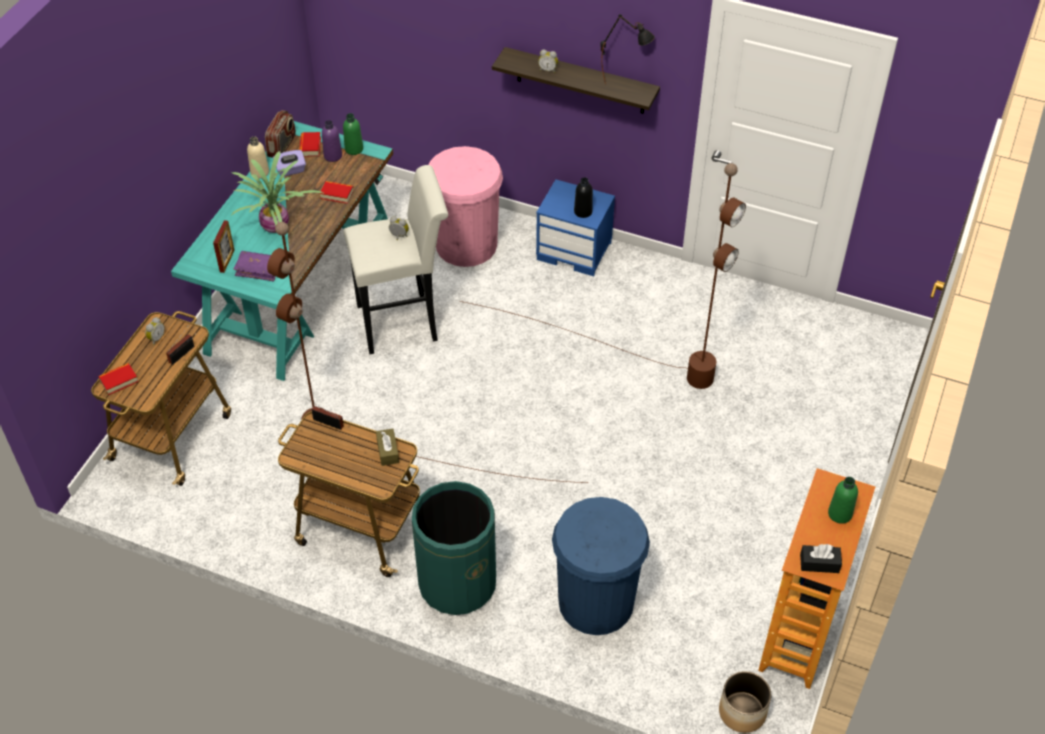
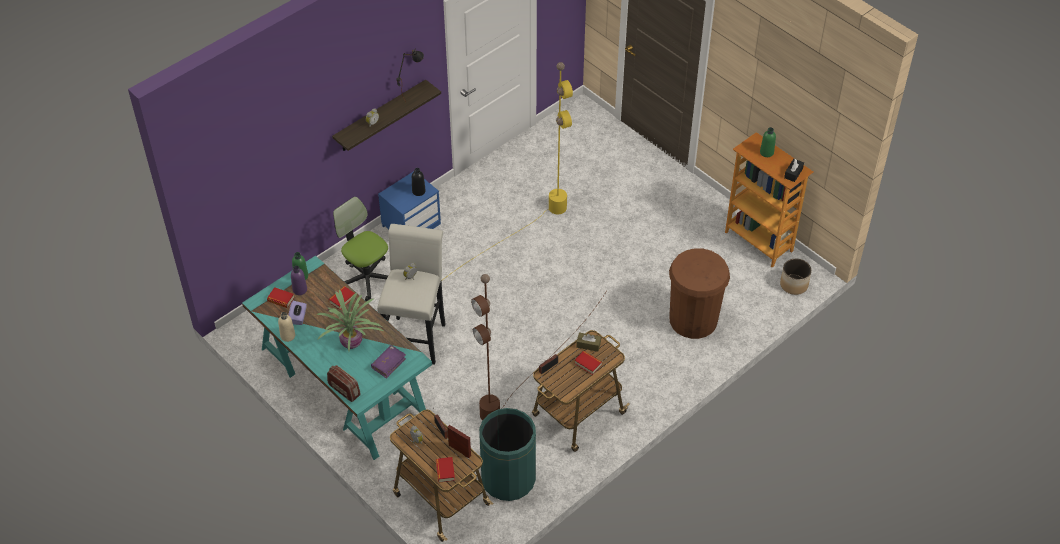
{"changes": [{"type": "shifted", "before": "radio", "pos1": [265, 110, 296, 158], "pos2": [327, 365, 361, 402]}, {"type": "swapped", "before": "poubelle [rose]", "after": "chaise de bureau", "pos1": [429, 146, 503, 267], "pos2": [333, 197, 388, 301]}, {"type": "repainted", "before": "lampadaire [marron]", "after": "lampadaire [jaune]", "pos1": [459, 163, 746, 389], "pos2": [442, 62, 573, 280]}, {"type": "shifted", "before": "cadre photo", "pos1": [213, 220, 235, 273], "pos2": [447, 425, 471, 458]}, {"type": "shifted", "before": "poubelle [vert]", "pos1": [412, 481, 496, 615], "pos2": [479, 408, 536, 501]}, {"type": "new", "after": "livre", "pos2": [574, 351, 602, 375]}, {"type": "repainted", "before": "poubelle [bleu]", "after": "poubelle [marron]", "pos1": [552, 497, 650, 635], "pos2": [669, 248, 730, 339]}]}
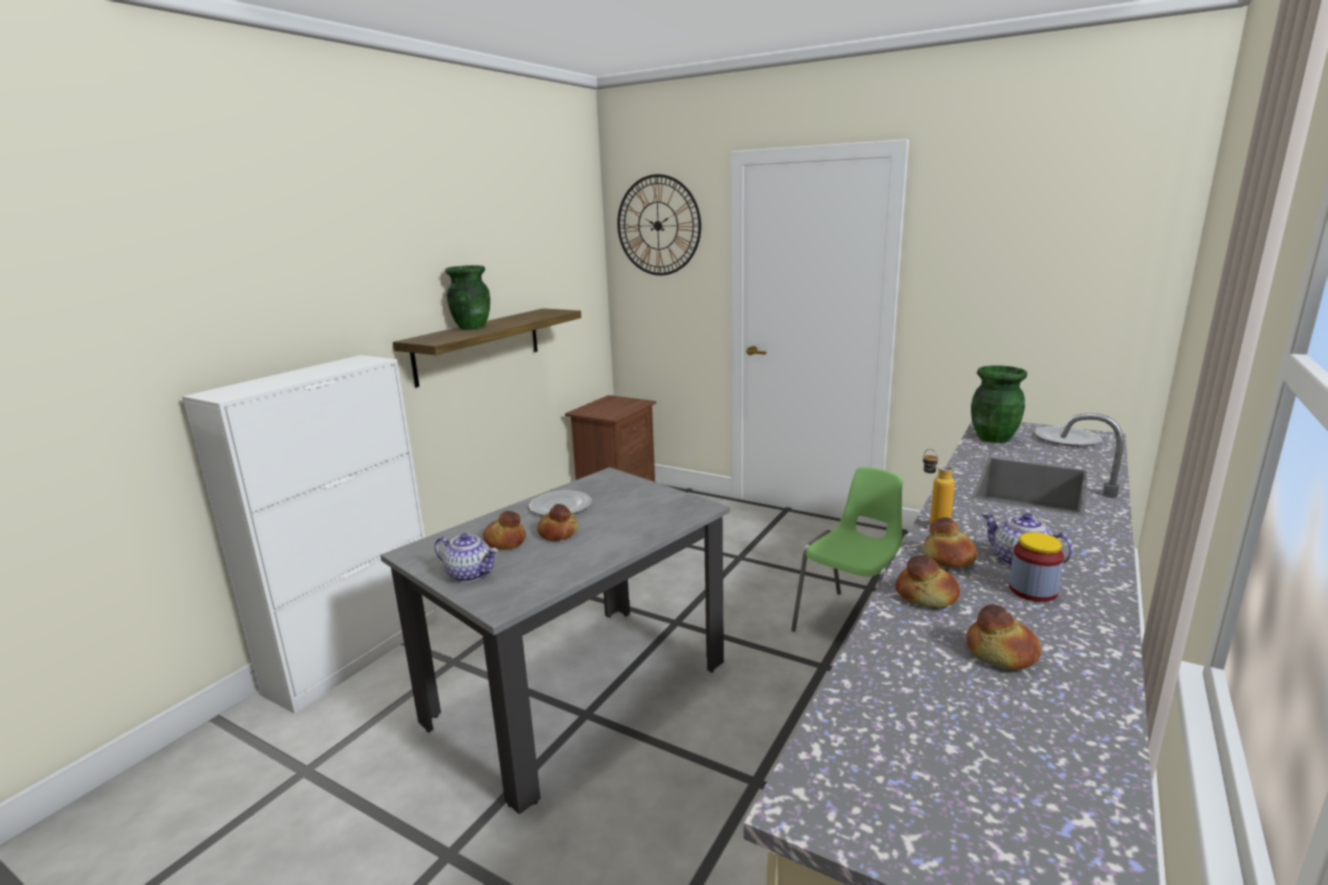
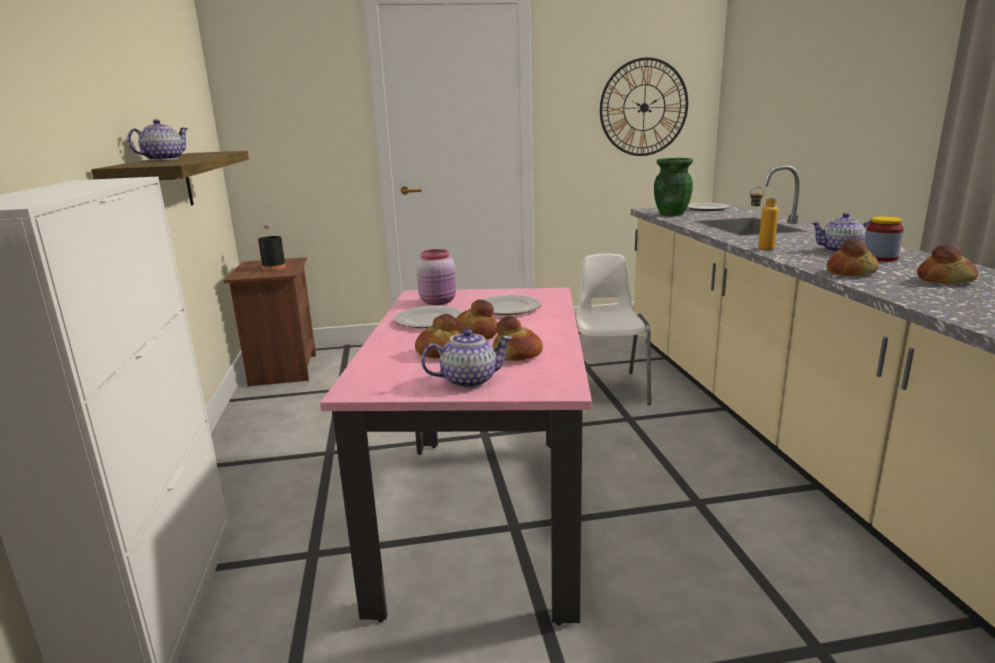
{"changes": [{"type": "swapped", "before": "vase [vert]", "after": "théière", "pos1": [445, 265, 490, 330], "pos2": [127, 119, 188, 161]}, {"type": "new", "after": "bouteille [noir]", "pos2": [258, 224, 286, 271]}, {"type": "repainted", "before": "table à manger [gris]", "after": "table à manger [rose]", "pos1": [380, 467, 730, 814], "pos2": [320, 288, 592, 625]}, {"type": "new", "after": "bocal [rose]", "pos2": [416, 249, 456, 305]}, {"type": "new", "after": "assiette", "pos2": [481, 295, 542, 315]}, {"type": "shifted", "before": "pain", "pos1": [922, 517, 977, 567], "pos2": [493, 316, 543, 361]}, {"type": "repainted", "before": "chaise [vert]", "after": "chaise [blanc]", "pos1": [791, 467, 903, 632], "pos2": [575, 254, 651, 405]}, {"type": "shifted", "before": "horloge murale", "pos1": [617, 174, 701, 276], "pos2": [600, 57, 688, 156]}]}
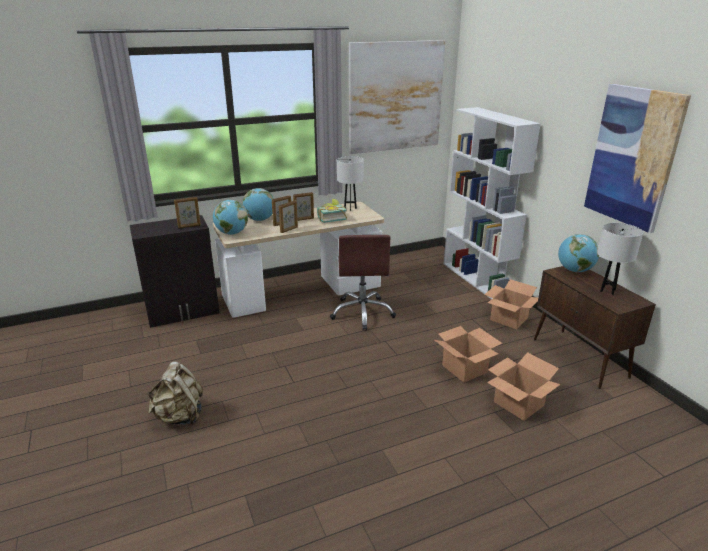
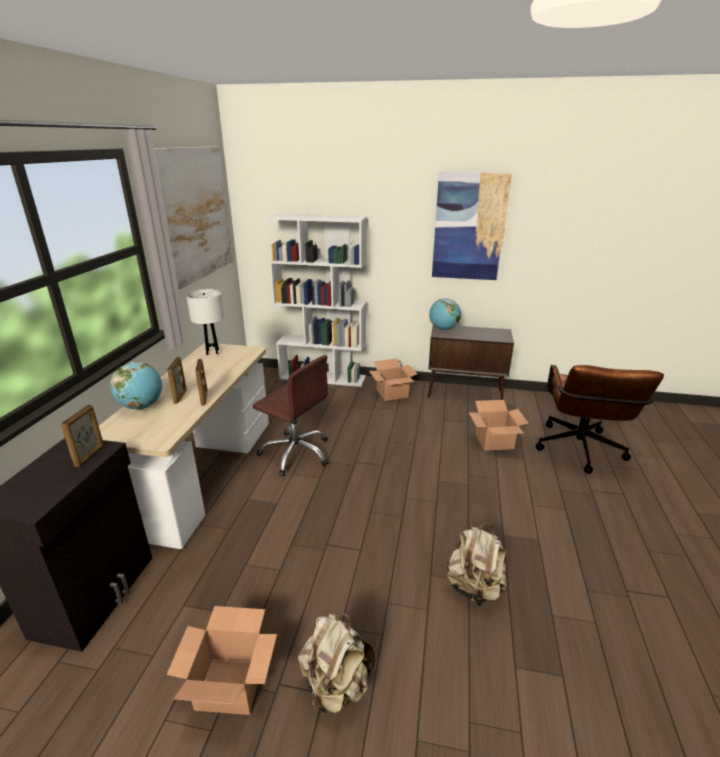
{"changes": [{"type": "shifted", "before": "carton", "pos1": [435, 326, 502, 382], "pos2": [166, 606, 277, 715]}, {"type": "new", "after": "sac à dos [beige]", "pos2": [447, 523, 507, 606]}, {"type": "new", "after": "chaise de bureau [marron]", "pos2": [536, 365, 664, 474]}, {"type": "gone", "before": "globe", "pos1": [213, 200, 248, 235]}, {"type": "gone", "before": "cadre photo", "pos1": [293, 192, 314, 221]}, {"type": "gone", "before": "livre", "pos1": [317, 199, 347, 223]}, {"type": "gone", "before": "lampe de table [blanc]", "pos1": [597, 223, 643, 295]}]}
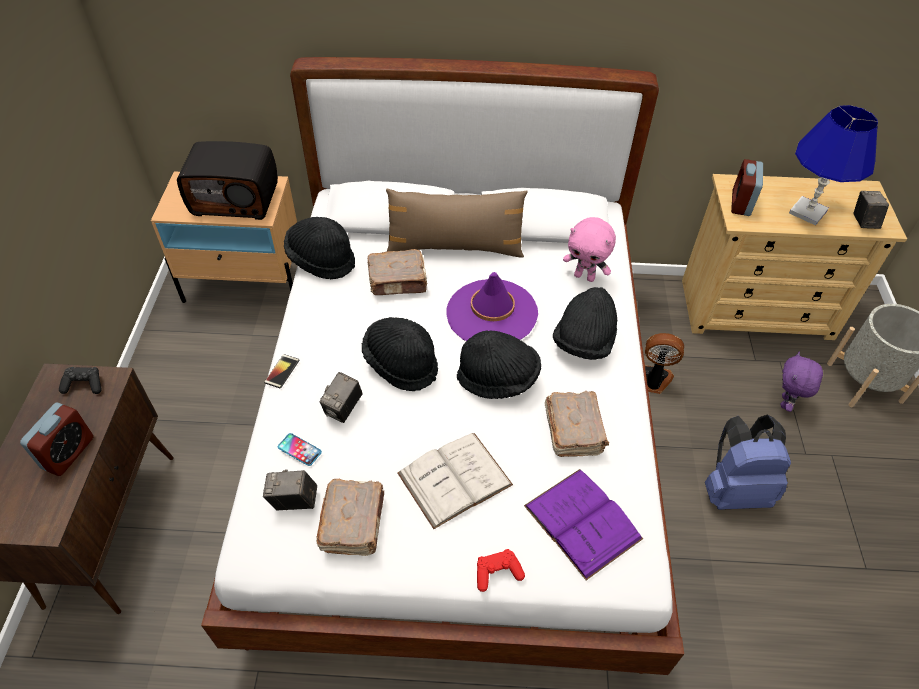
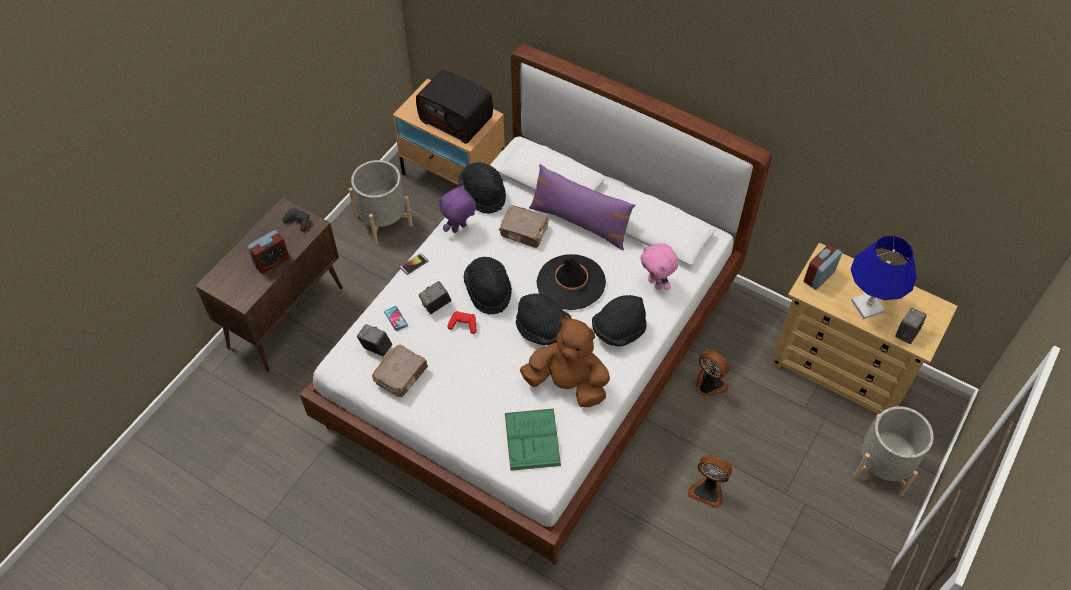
{"changes": [{"type": "new", "after": "cache-pot [gris]", "pos2": [349, 160, 413, 244]}, {"type": "shifted", "before": "peluche [violet]", "pos1": [780, 351, 823, 412], "pos2": [439, 185, 476, 233]}, {"type": "shifted", "before": "manette [rouge]", "pos1": [477, 549, 525, 592], "pos2": [447, 311, 476, 334]}, {"type": "repainted", "before": "livre [violet]", "after": "livre [vert]", "pos1": [524, 469, 643, 580], "pos2": [505, 409, 561, 471]}, {"type": "swapped", "before": "livre [marron]", "after": "peluche [marron]", "pos1": [544, 391, 609, 457], "pos2": [520, 316, 610, 407]}, {"type": "repainted", "before": "coussin [marron]", "after": "coussin [violet]", "pos1": [386, 189, 528, 258], "pos2": [529, 164, 635, 250]}, {"type": "repainted", "before": "chapeau [violet]", "after": "chapeau [noir]", "pos1": [446, 272, 538, 341], "pos2": [536, 254, 606, 310]}, {"type": "swapped", "before": "sac à dos [bleu]", "after": "ventilateur", "pos1": [705, 414, 791, 510], "pos2": [688, 455, 732, 509]}, {"type": "gone", "before": "livre [blanc]", "pos1": [397, 433, 513, 529]}]}
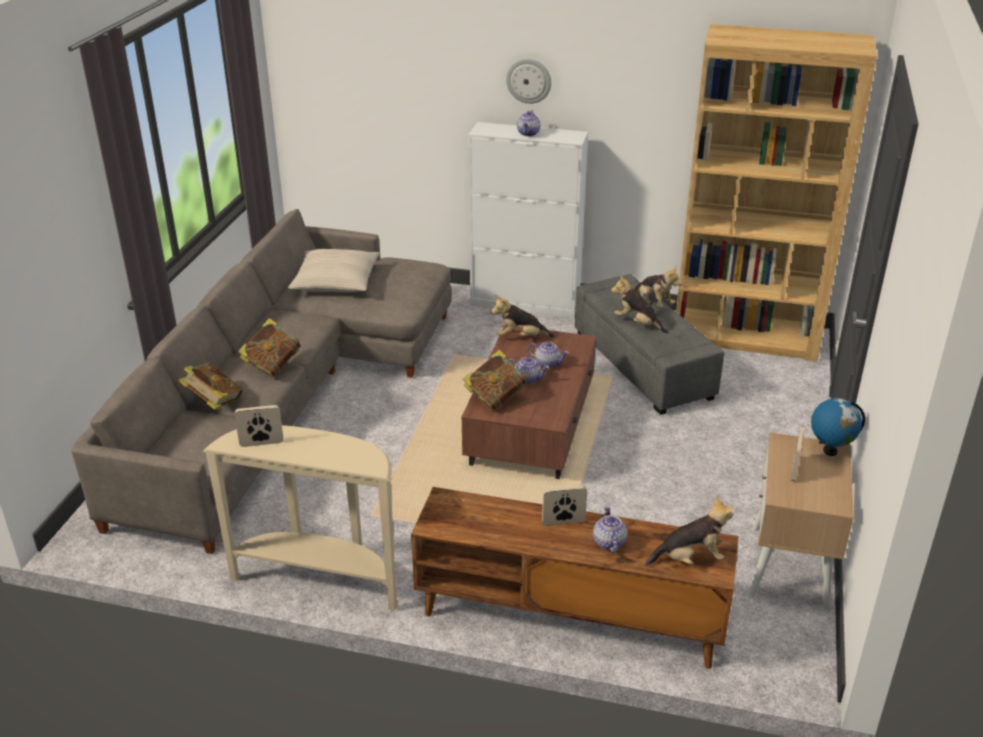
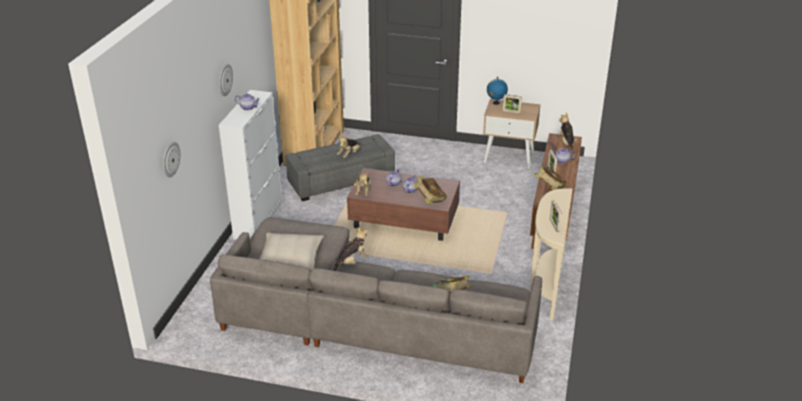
{"changes": [{"type": "new", "after": "horloge murale", "pos2": [163, 142, 180, 178]}, {"type": "shifted", "before": "peluche", "pos1": [633, 267, 682, 307], "pos2": [333, 227, 369, 271]}, {"type": "shifted", "before": "livre", "pos1": [238, 318, 301, 378], "pos2": [534, 166, 567, 190]}]}
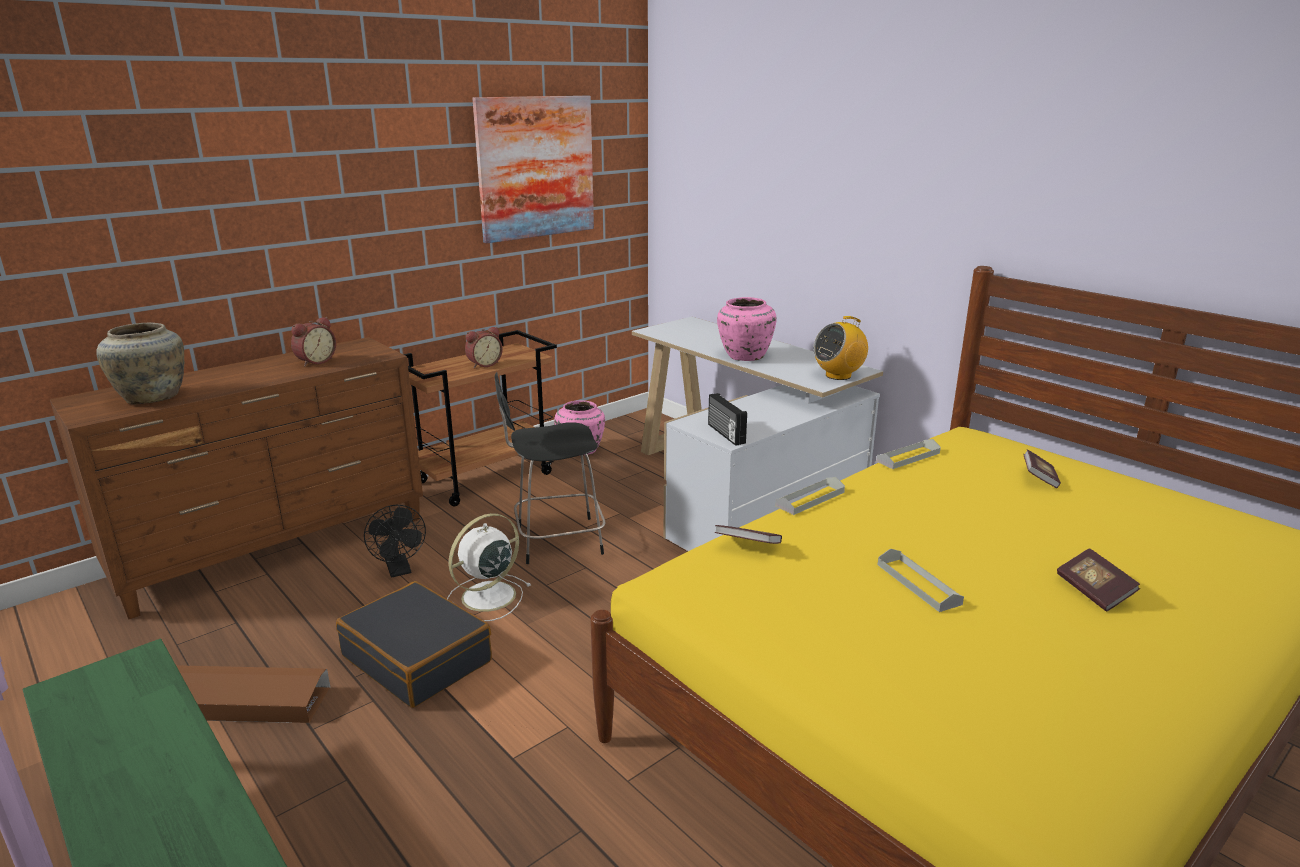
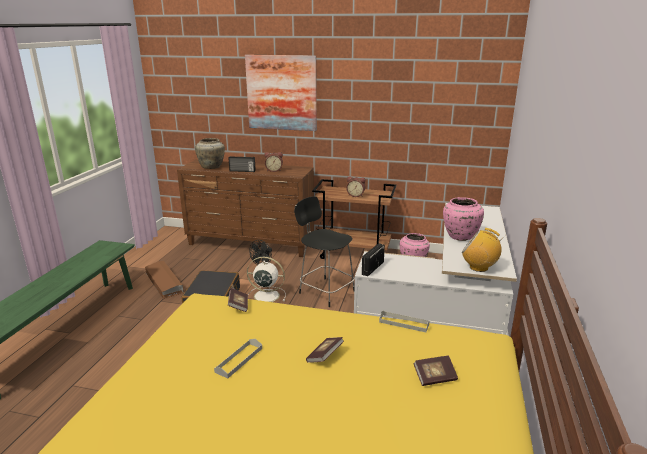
{"changes": [{"type": "new", "after": "radio", "pos2": [229, 156, 256, 172]}, {"type": "shifted", "before": "tableau", "pos1": [472, 96, 594, 243], "pos2": [245, 55, 317, 131]}, {"type": "shifted", "before": "livre", "pos1": [1057, 548, 1140, 611], "pos2": [306, 337, 344, 363]}, {"type": "gone", "before": "plateau [gris]", "pos1": [775, 477, 845, 515]}]}
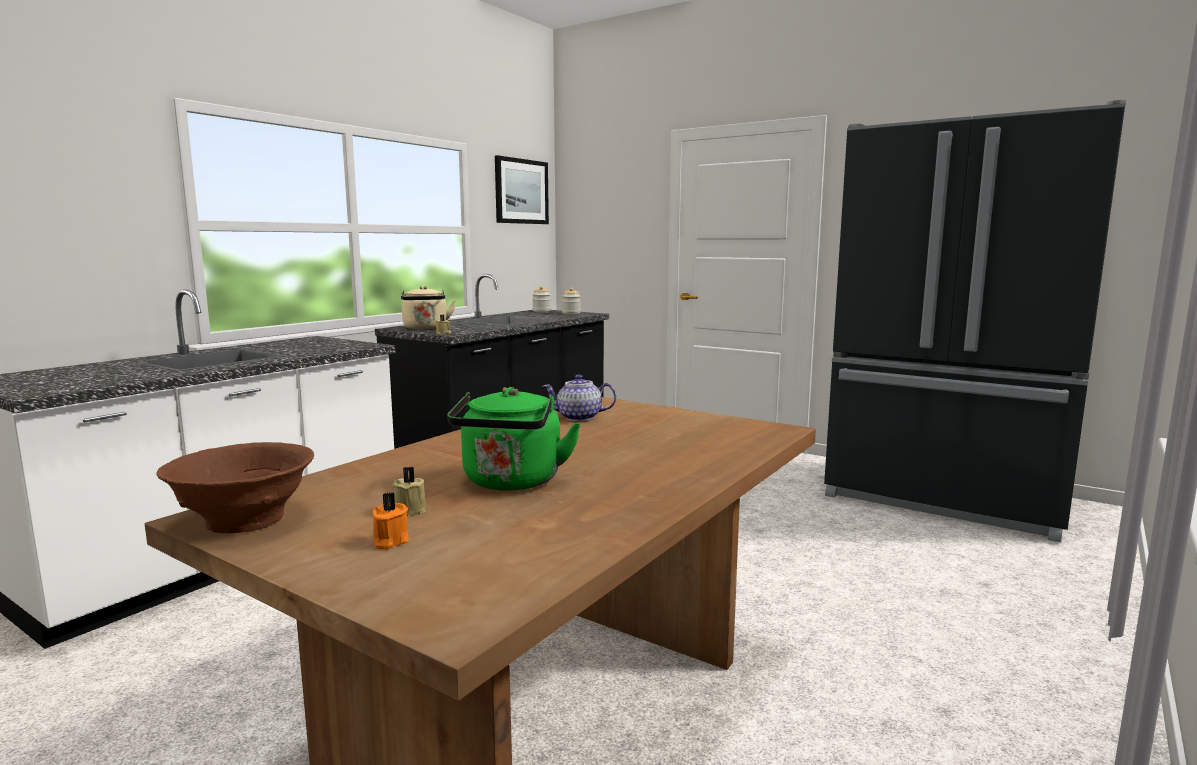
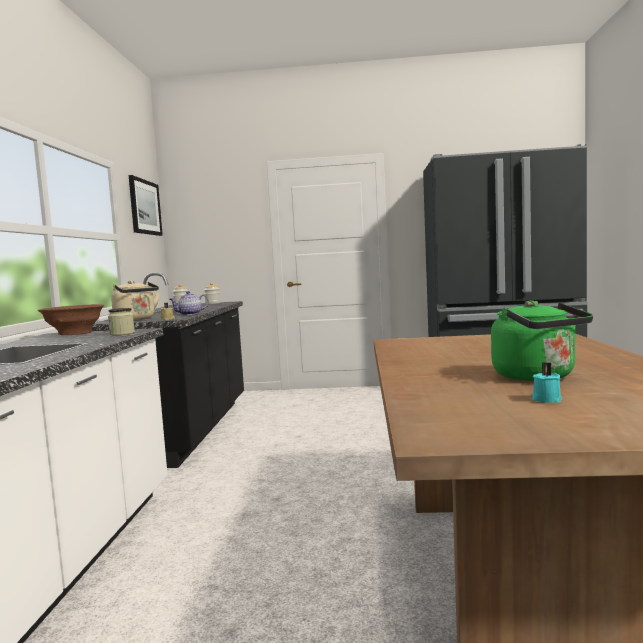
{"changes": [{"type": "shifted", "before": "bol [marron]", "pos1": [156, 442, 314, 533], "pos2": [38, 304, 104, 335]}, {"type": "new", "after": "bocal", "pos2": [108, 308, 135, 336]}, {"type": "shifted", "before": "théière", "pos1": [542, 375, 616, 421], "pos2": [169, 291, 209, 315]}, {"type": "repainted", "before": "bougie [beige]", "after": "bougie [turquoise]", "pos1": [393, 467, 426, 516], "pos2": [532, 362, 562, 403]}, {"type": "gone", "before": "bougie [orange]", "pos1": [373, 492, 409, 549]}]}
